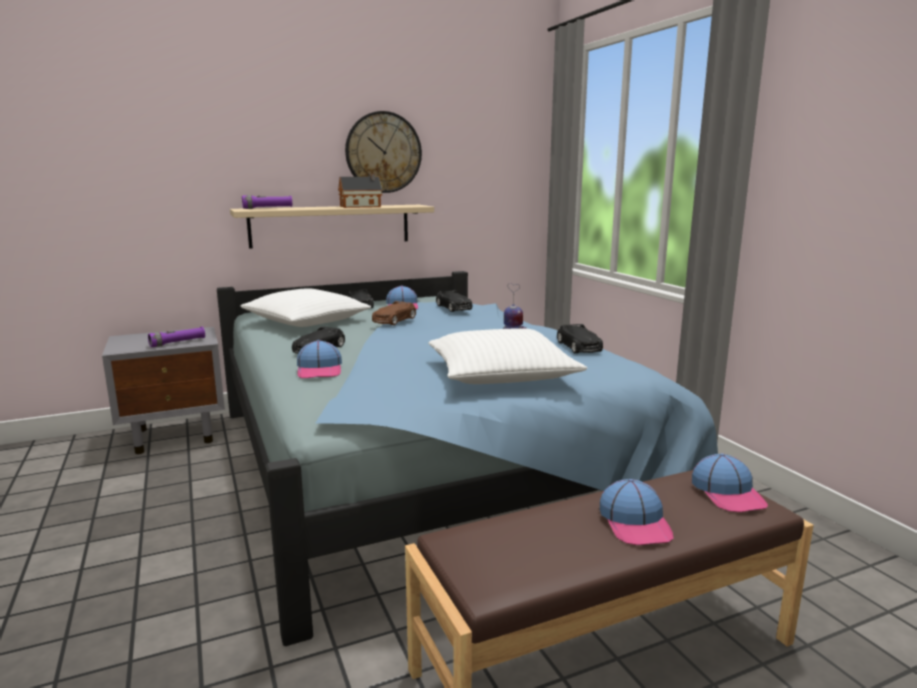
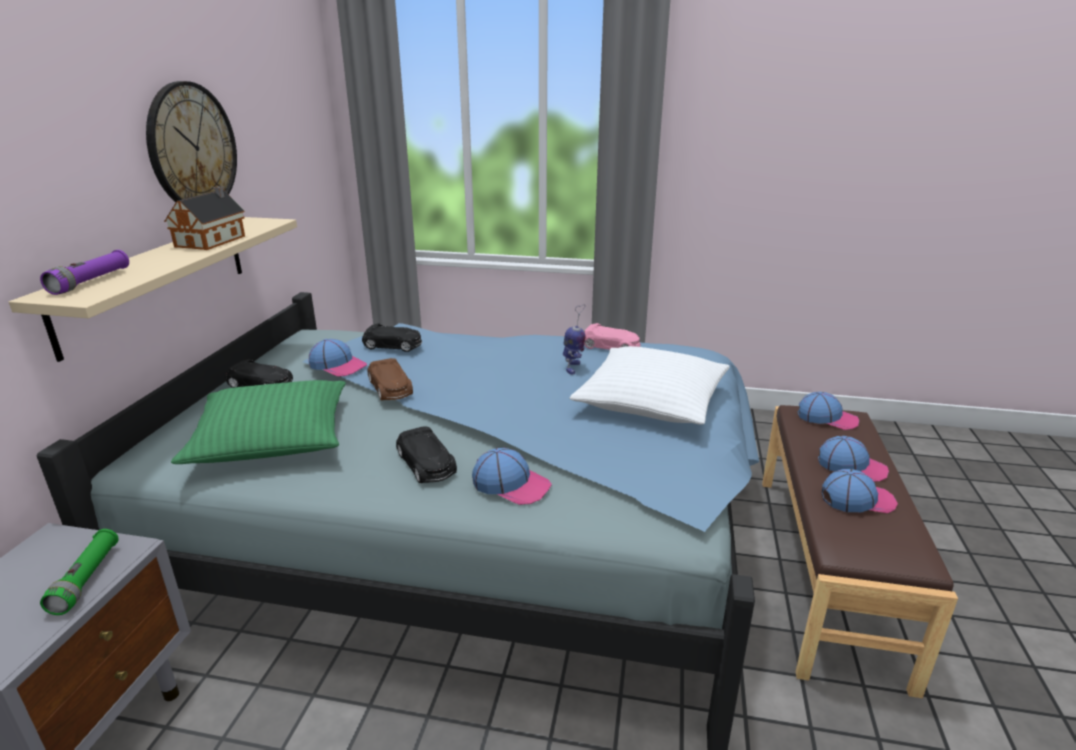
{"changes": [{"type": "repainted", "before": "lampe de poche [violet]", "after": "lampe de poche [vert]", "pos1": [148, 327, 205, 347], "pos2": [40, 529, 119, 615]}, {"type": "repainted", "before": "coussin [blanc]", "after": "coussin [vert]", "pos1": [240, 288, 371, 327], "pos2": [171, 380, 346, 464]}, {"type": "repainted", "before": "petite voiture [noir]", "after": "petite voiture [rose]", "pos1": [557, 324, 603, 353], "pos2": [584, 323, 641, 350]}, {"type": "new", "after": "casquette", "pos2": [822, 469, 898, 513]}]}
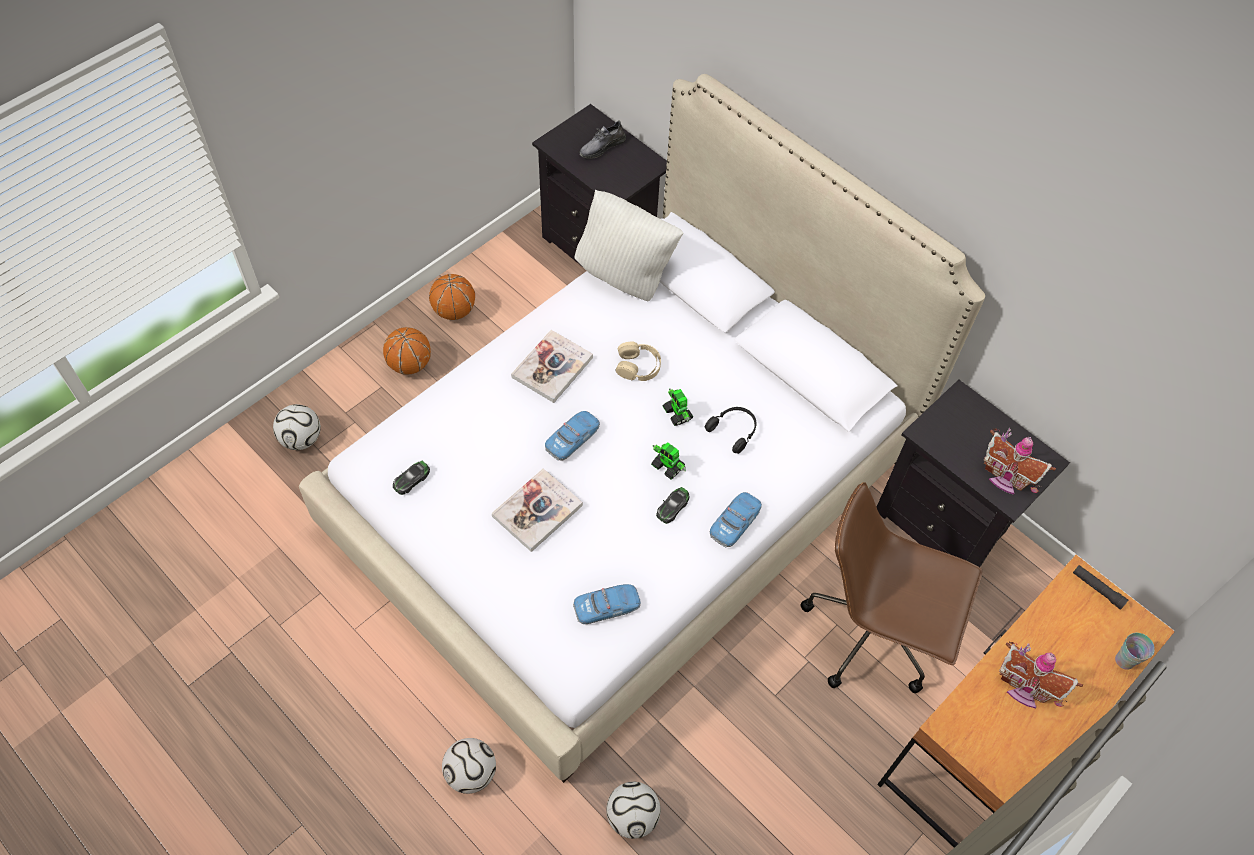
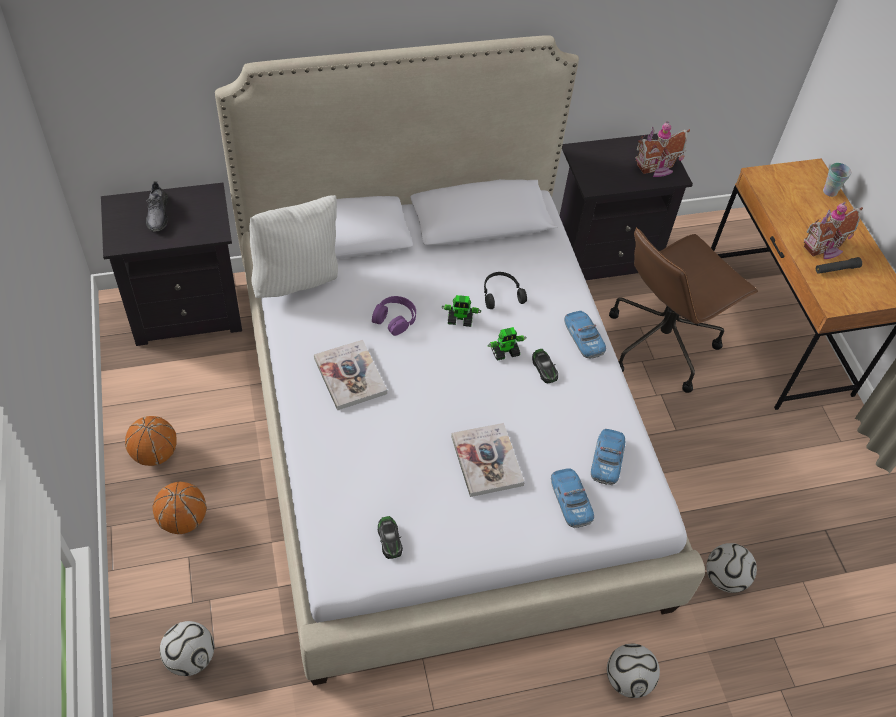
{"changes": [{"type": "repainted", "before": "casque audio [beige]", "after": "casque audio [violet]", "pos1": [616, 341, 661, 381], "pos2": [372, 296, 416, 336]}, {"type": "shifted", "before": "petite voiture", "pos1": [545, 411, 600, 461], "pos2": [551, 468, 594, 528]}, {"type": "shifted", "before": "lampe de poche [noir]", "pos1": [1073, 565, 1128, 610], "pos2": [816, 257, 862, 274]}]}
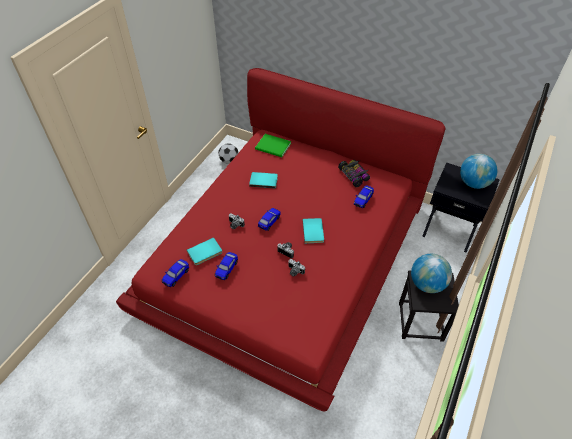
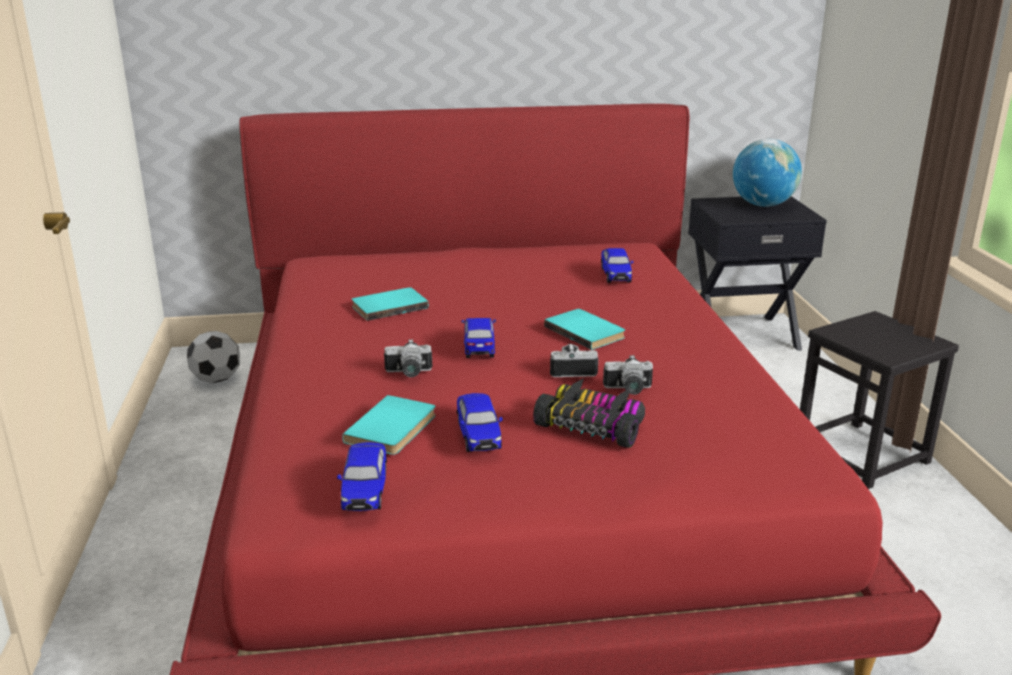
{"changes": [{"type": "shifted", "before": "petite voiture", "pos1": [338, 160, 370, 187], "pos2": [533, 378, 645, 448]}, {"type": "gone", "before": "livre [vert]", "pos1": [255, 134, 291, 157]}, {"type": "gone", "before": "globe", "pos1": [411, 254, 452, 293]}]}
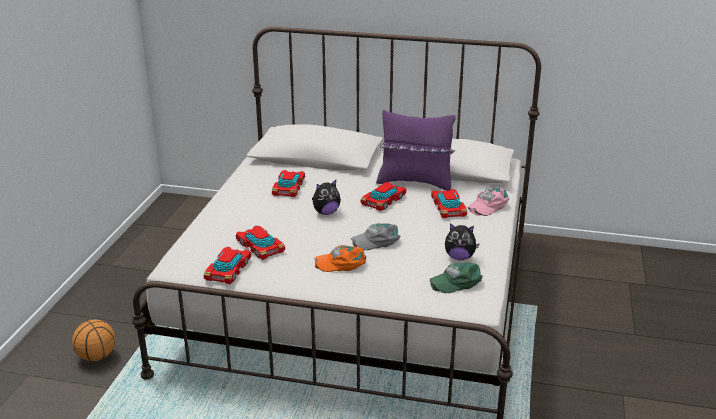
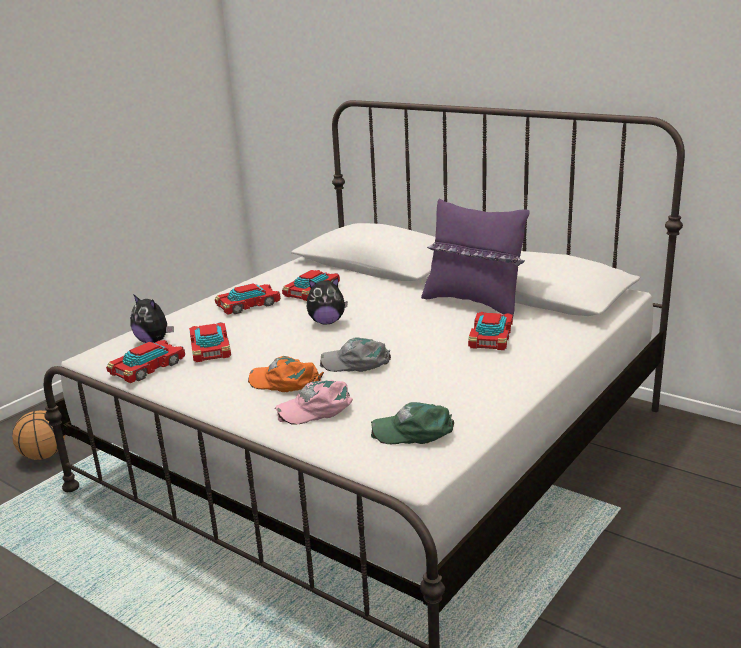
{"changes": [{"type": "shifted", "before": "peluche", "pos1": [445, 223, 480, 260], "pos2": [130, 294, 174, 343]}, {"type": "shifted", "before": "petite voiture", "pos1": [361, 182, 406, 211], "pos2": [215, 283, 281, 315]}, {"type": "shifted", "before": "casquette [rose]", "pos1": [467, 187, 509, 216], "pos2": [275, 380, 353, 425]}]}
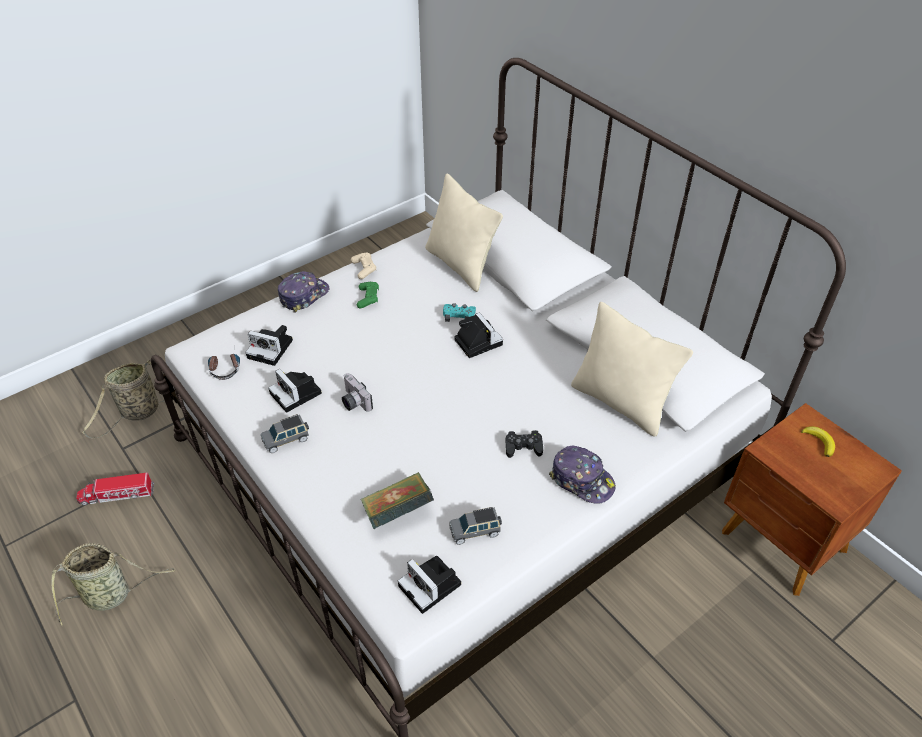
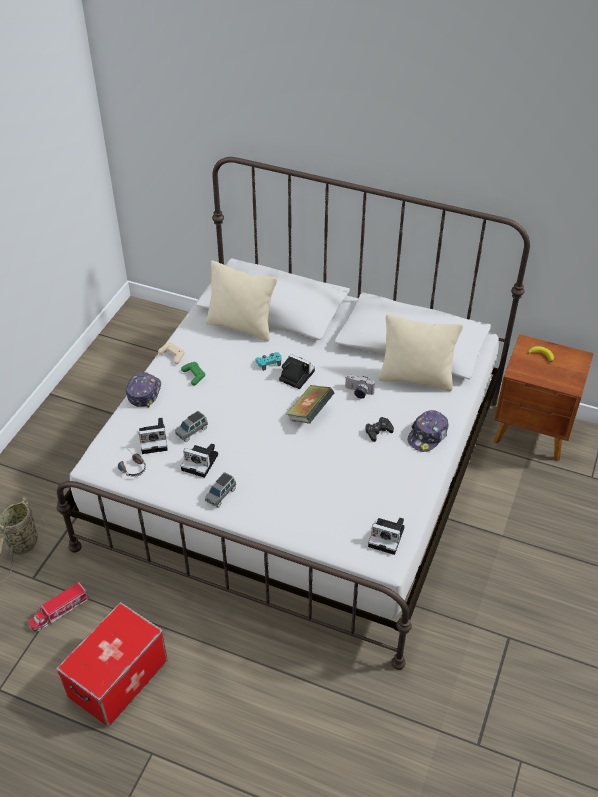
{"changes": [{"type": "swapped", "before": "panier", "after": "boîte de rangement", "pos1": [51, 543, 175, 626], "pos2": [56, 602, 167, 727]}, {"type": "shifted", "before": "petite voiture [gris]", "pos1": [449, 507, 502, 545], "pos2": [175, 411, 208, 442]}, {"type": "shifted", "before": "livre", "pos1": [361, 472, 434, 529], "pos2": [286, 385, 334, 424]}, {"type": "shifted", "before": "appareil photo", "pos1": [342, 373, 373, 412], "pos2": [345, 374, 375, 399]}, {"type": "rotated", "before": "casquette", "pos1": [549, 446, 616, 504], "pos2": [408, 410, 449, 452], "turn": 120}]}
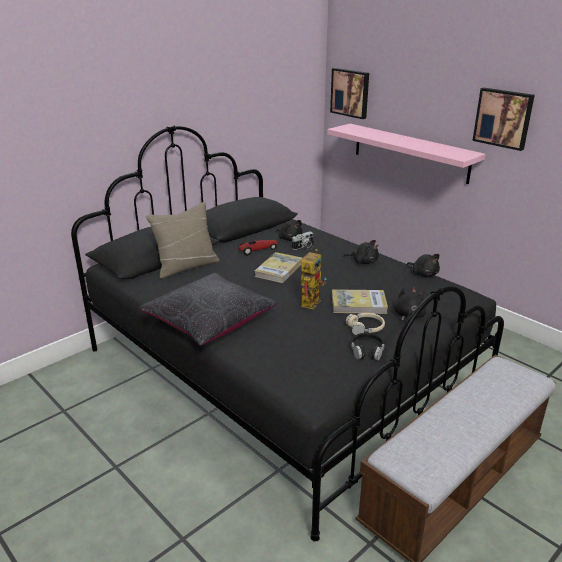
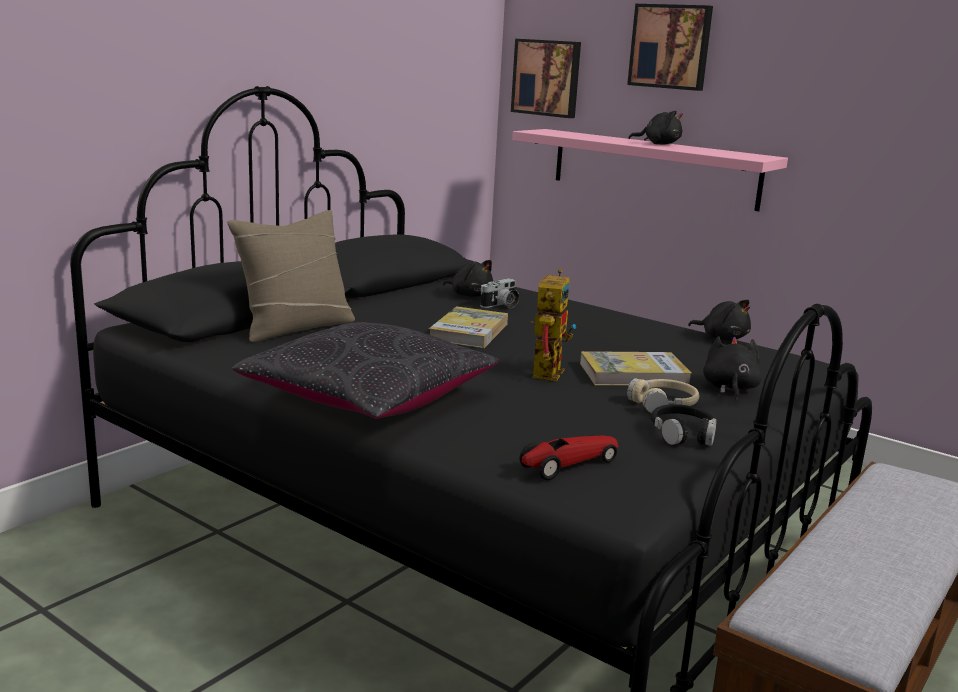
{"changes": [{"type": "shifted", "before": "petite voiture", "pos1": [238, 240, 278, 255], "pos2": [519, 435, 619, 480]}, {"type": "shifted", "before": "tableau", "pos1": [473, 88, 535, 151], "pos2": [627, 4, 713, 91]}, {"type": "shifted", "before": "peluche [noir]", "pos1": [343, 240, 379, 264], "pos2": [628, 111, 683, 144]}]}
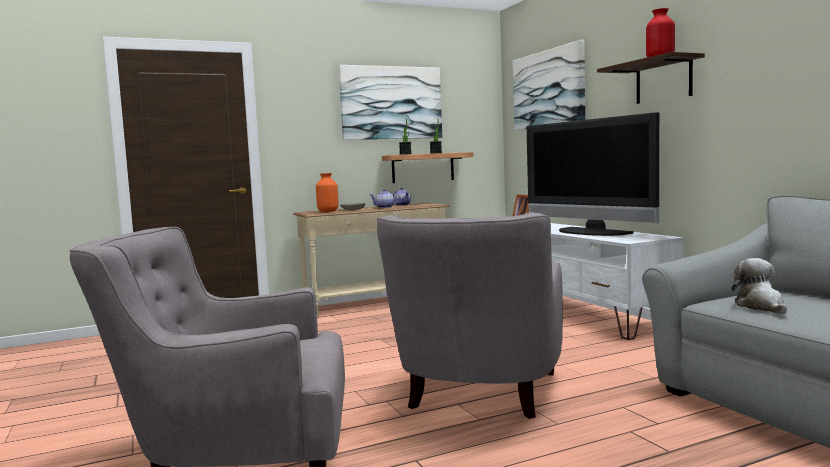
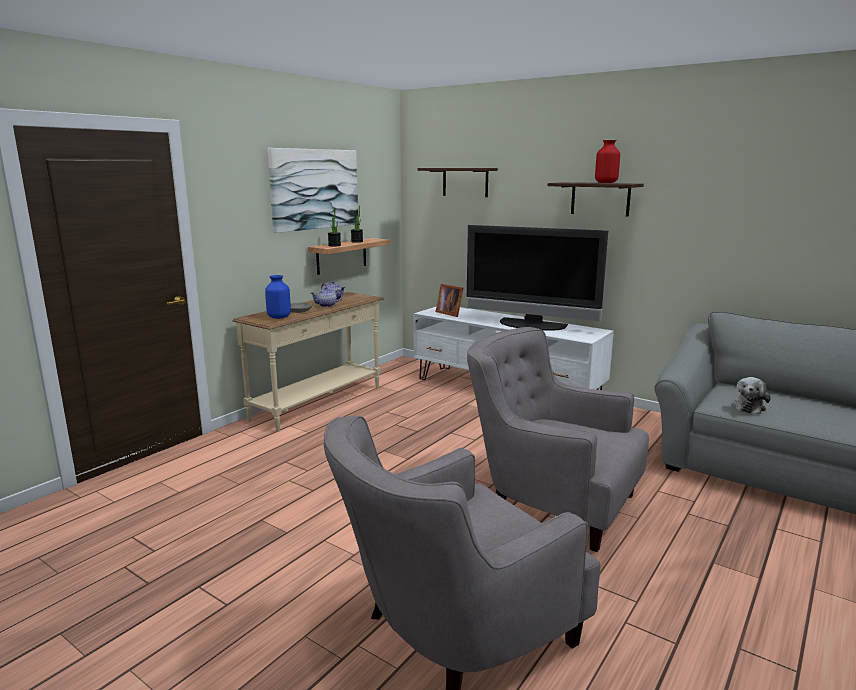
{"changes": [{"type": "repainted", "before": "vase [orange]", "after": "vase [bleu]", "pos1": [316, 173, 339, 212], "pos2": [265, 275, 291, 319]}, {"type": "swapped", "before": "tableau", "after": "étagère", "pos1": [513, 40, 585, 130], "pos2": [418, 168, 498, 197]}, {"type": "rotated", "before": "fauteuil [gris]", "pos1": [377, 212, 563, 419], "pos2": [467, 327, 649, 552], "turn": 135}, {"type": "rotated", "before": "peluche", "pos1": [732, 258, 787, 314], "pos2": [731, 377, 771, 414], "turn": -120}]}
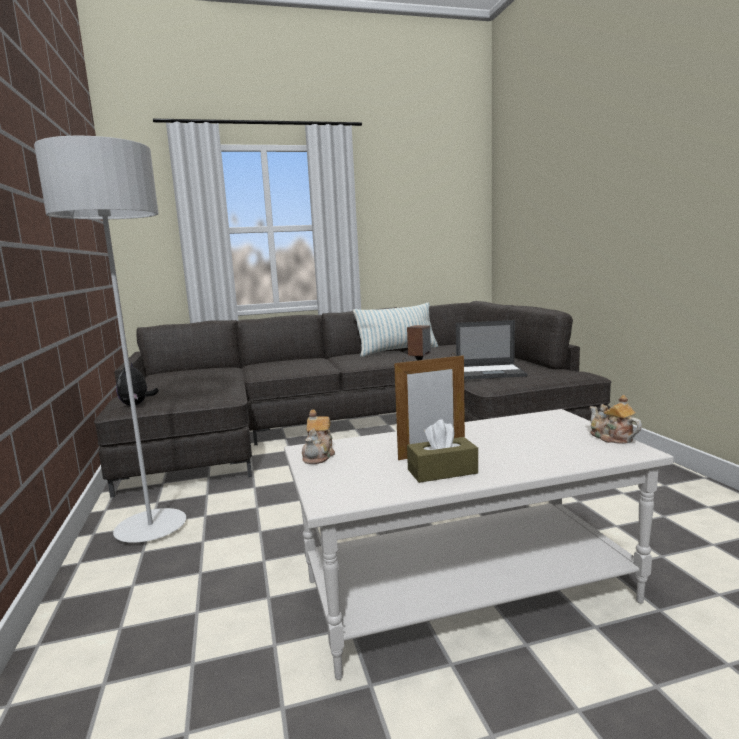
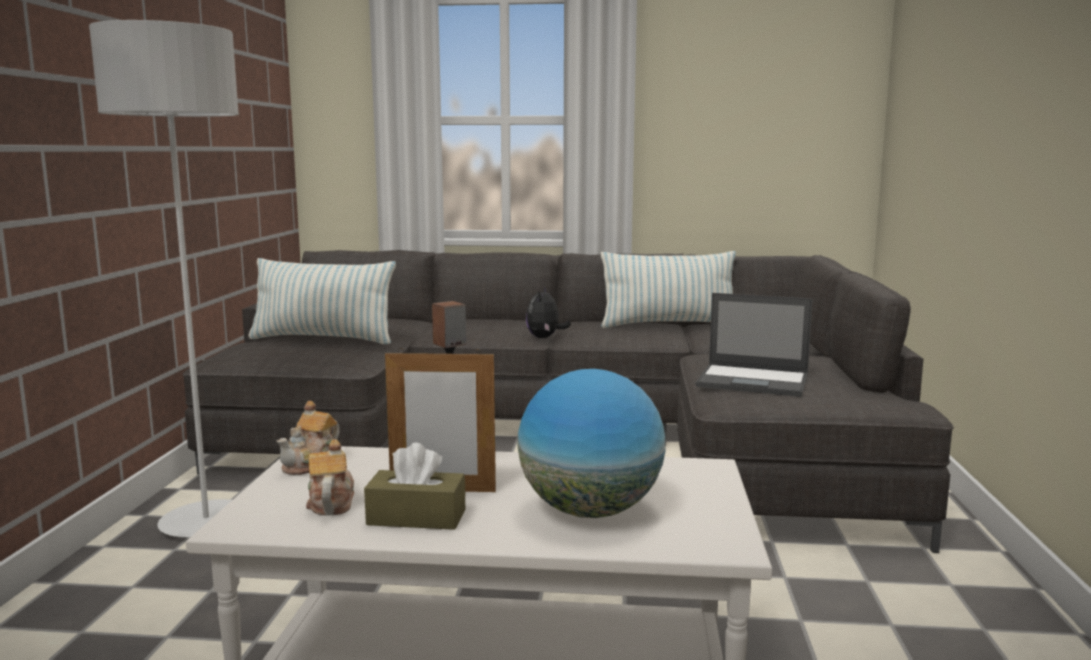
{"changes": [{"type": "new", "after": "coussin", "pos2": [248, 258, 396, 344]}, {"type": "shifted", "before": "théière", "pos1": [590, 395, 642, 444], "pos2": [306, 439, 354, 516]}, {"type": "new", "after": "globe", "pos2": [518, 369, 666, 518]}, {"type": "shifted", "before": "peluche", "pos1": [116, 362, 159, 406], "pos2": [526, 286, 571, 338]}]}
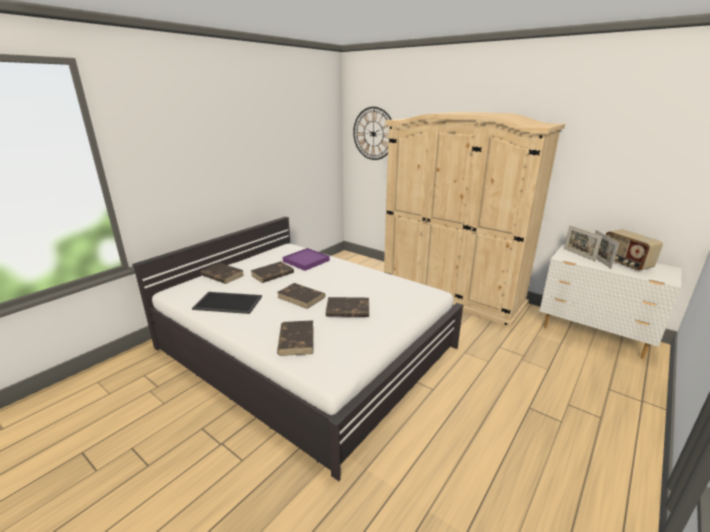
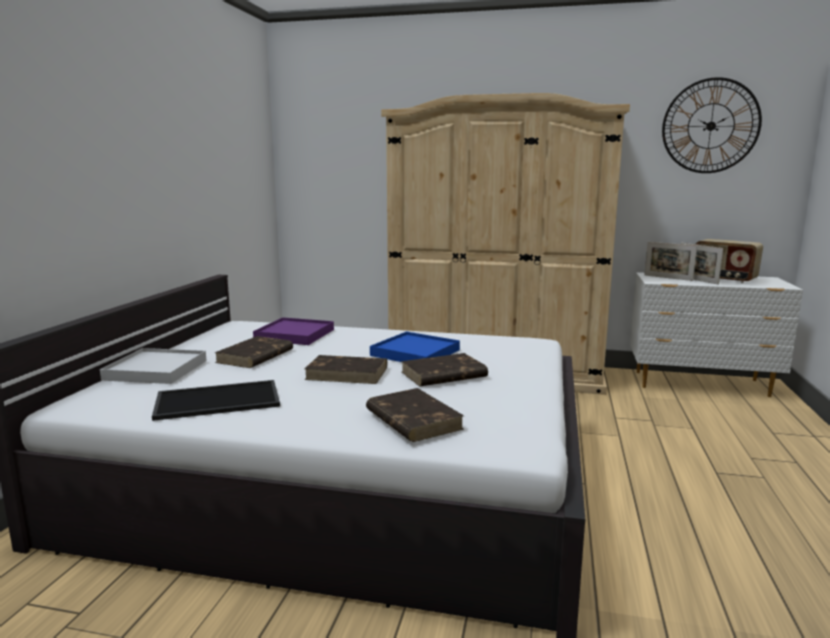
{"changes": [{"type": "swapped", "before": "livre [marron]", "after": "plateau [blanc]", "pos1": [200, 263, 244, 284], "pos2": [100, 348, 207, 384]}, {"type": "new", "after": "plateau [bleu]", "pos2": [370, 332, 460, 362]}, {"type": "shifted", "before": "horloge murale", "pos1": [353, 107, 392, 160], "pos2": [662, 77, 762, 173]}]}
